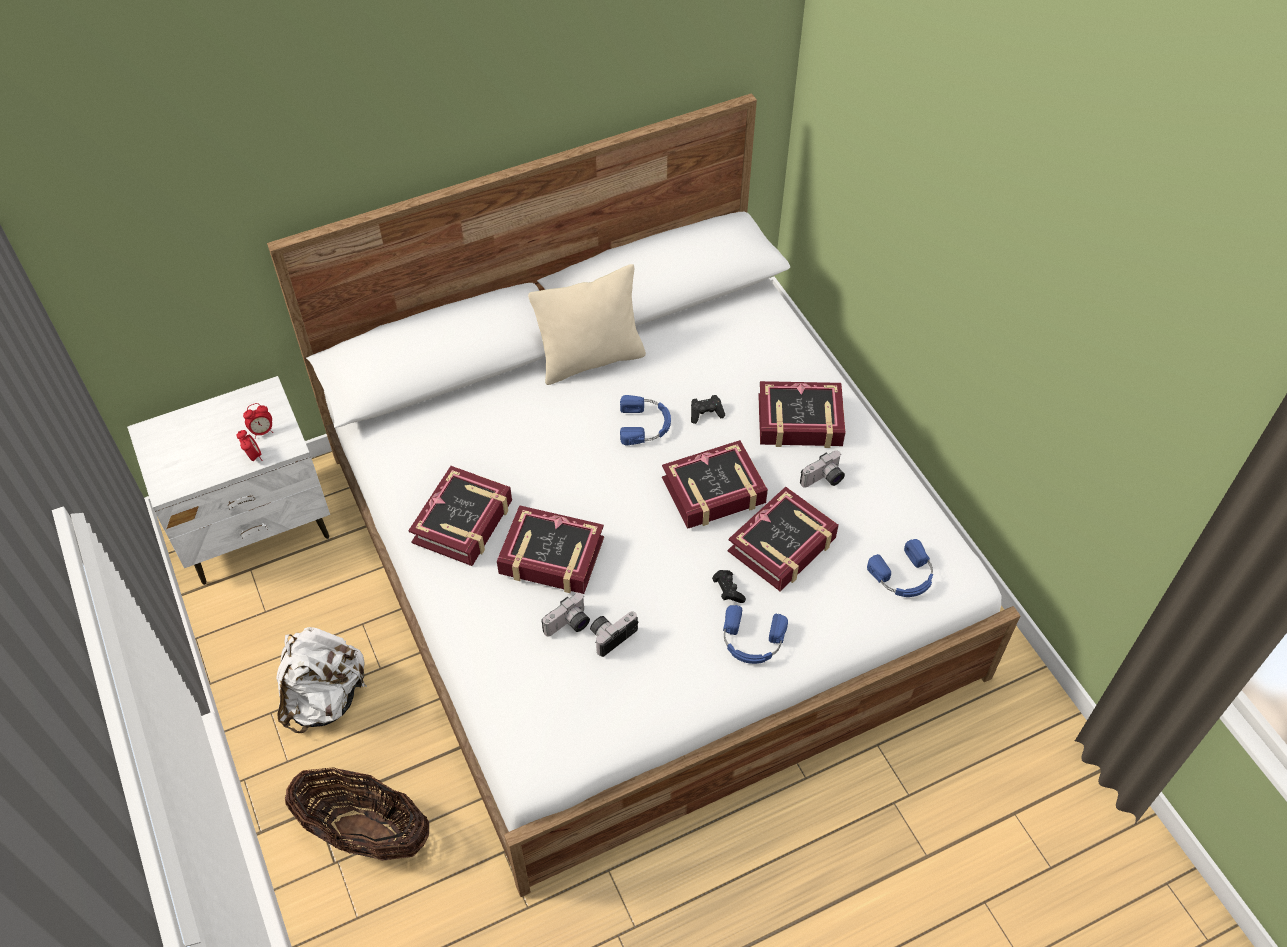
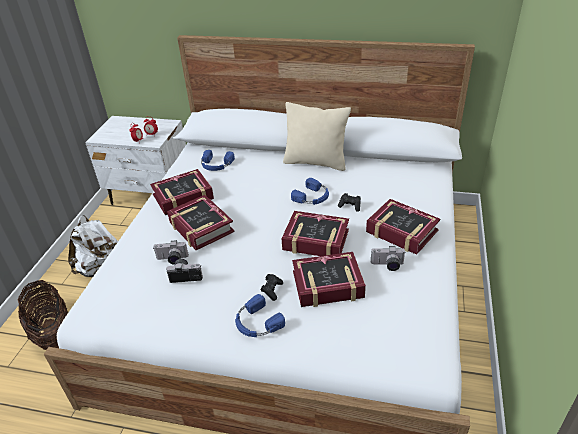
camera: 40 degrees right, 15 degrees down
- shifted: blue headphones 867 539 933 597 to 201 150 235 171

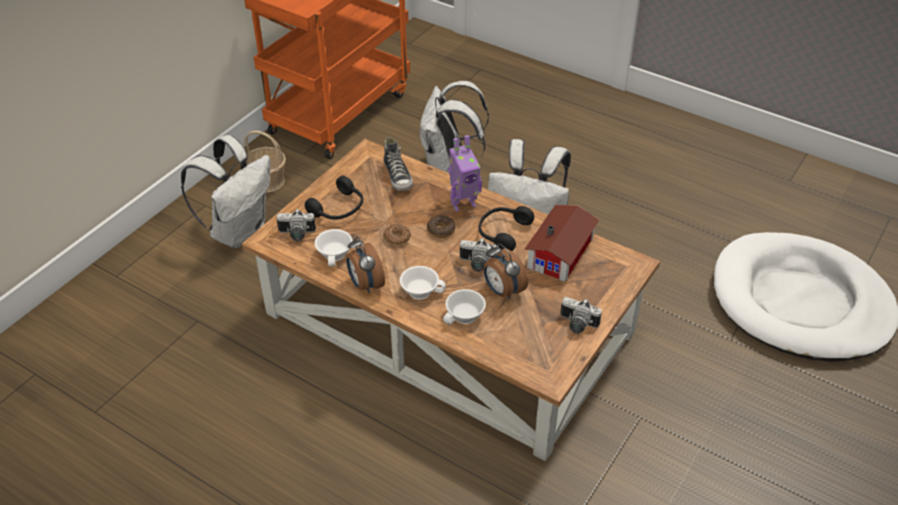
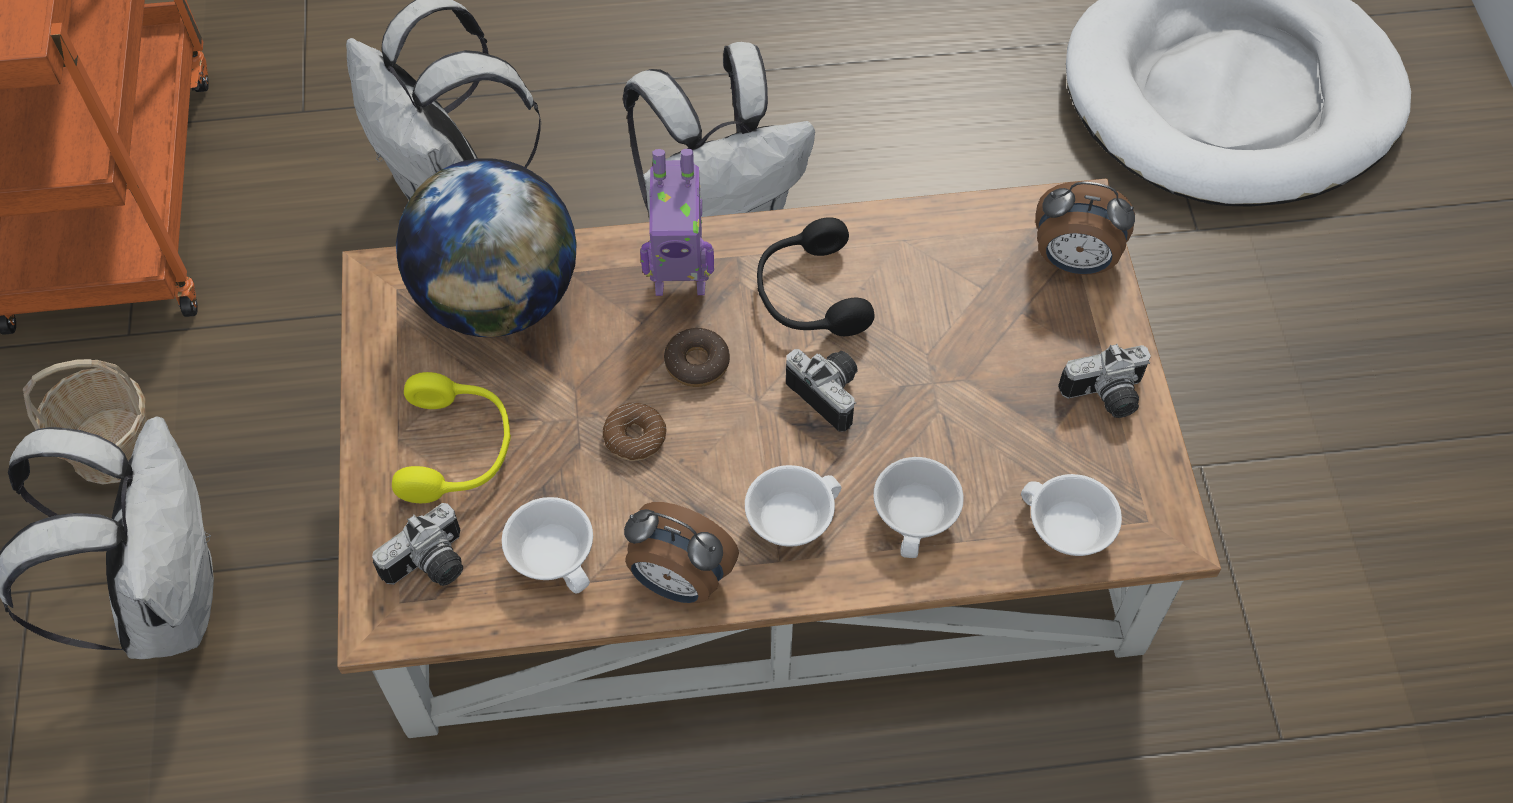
camera: 40 degrees left, 15 degrees up
- gone: toy house 525 205 599 282
- new: white cup 1021 474 1122 556
- shifted: alarm clock 484 243 528 300 to 1035 181 1135 275
- swapped: shoe 384 137 413 191 to globe 396 158 576 337
- repainted: black headphones 305 176 363 220 to yellow headphones 392 372 511 503
- rotated: toy robot 448 135 482 212 = 640 149 714 296 60 degrees clockwise
- rotated: photo camera 460 239 498 272 = 786 349 858 431 105 degrees counterclockwise

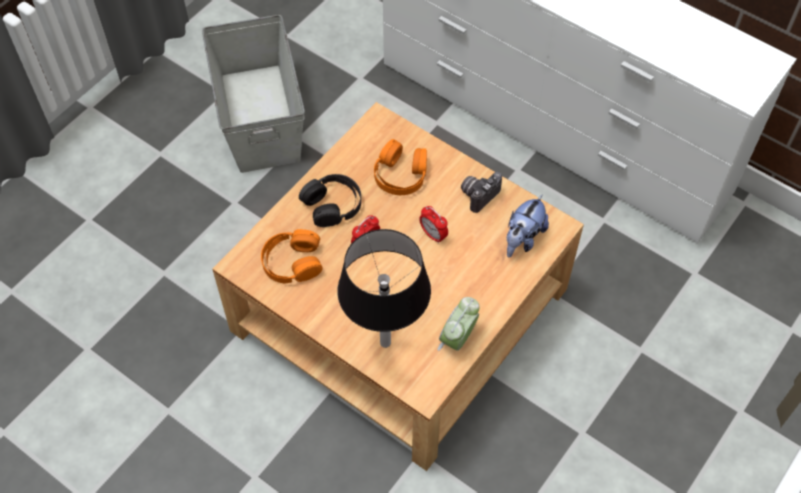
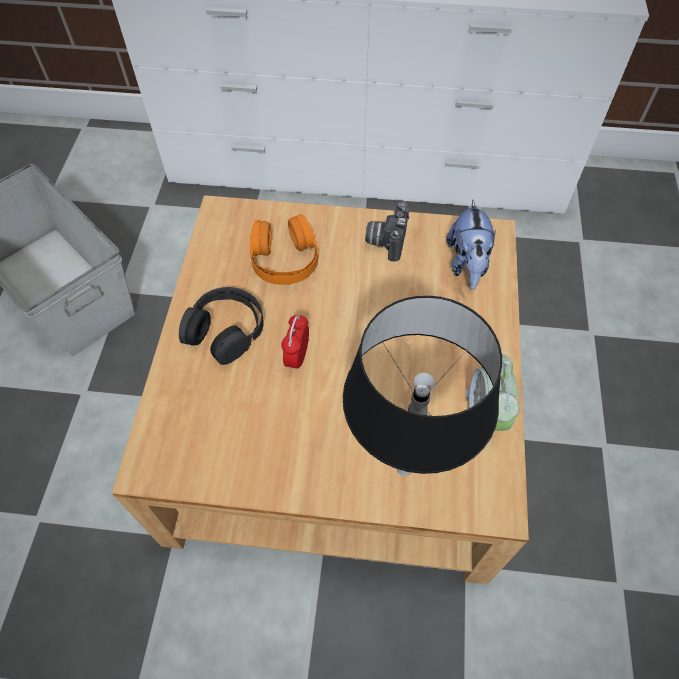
camera: 30 degrees left, 0 degrees up
- gone: orange headphones 261 229 323 283
- gone: alarm clock 419 206 448 244

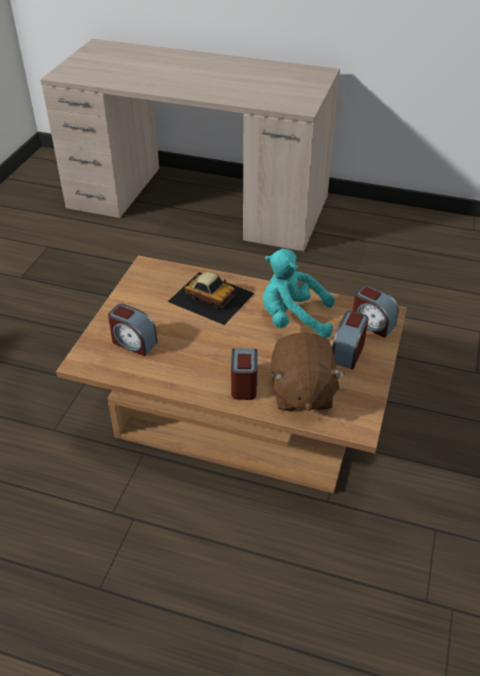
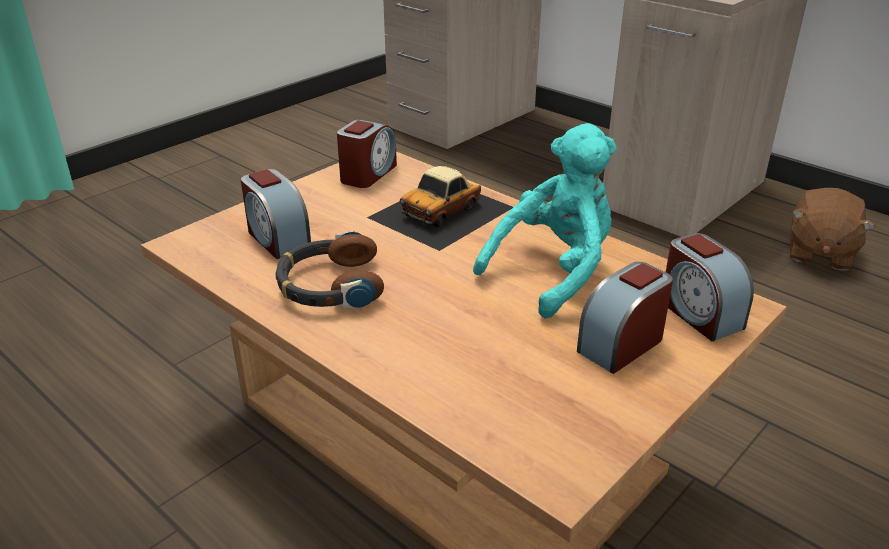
camera: 25 degrees right, 10 degrees down
- new: headphones 275 231 384 309
- shifted: alarm clock 231 348 258 400 to 337 120 397 188
- shifted: brown plush toy 271 332 345 411 to 790 188 875 271
- rotated: toy car 168 272 254 325 = 367 166 513 251 75 degrees clockwise
- rotated: turquoise plush toy 263 249 335 338 = 473 123 617 319 105 degrees clockwise

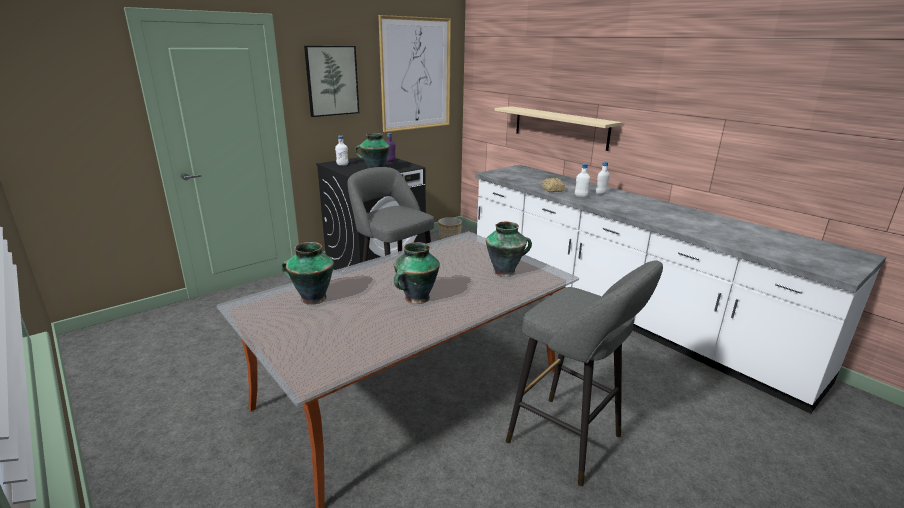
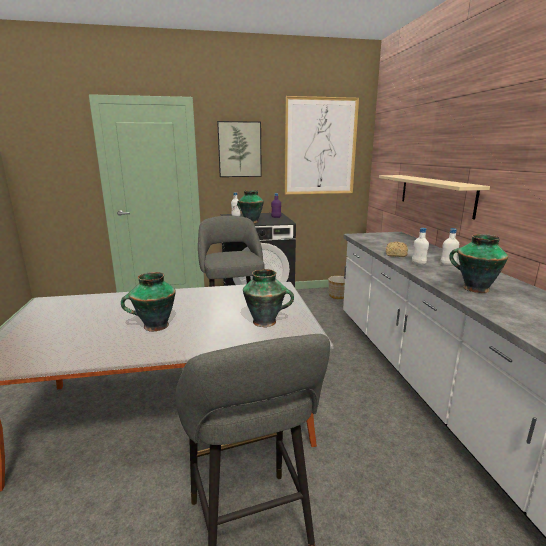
camera: 30 degrees right, 5 degrees down
- shifted: vase 282 242 334 304 to 449 234 508 293

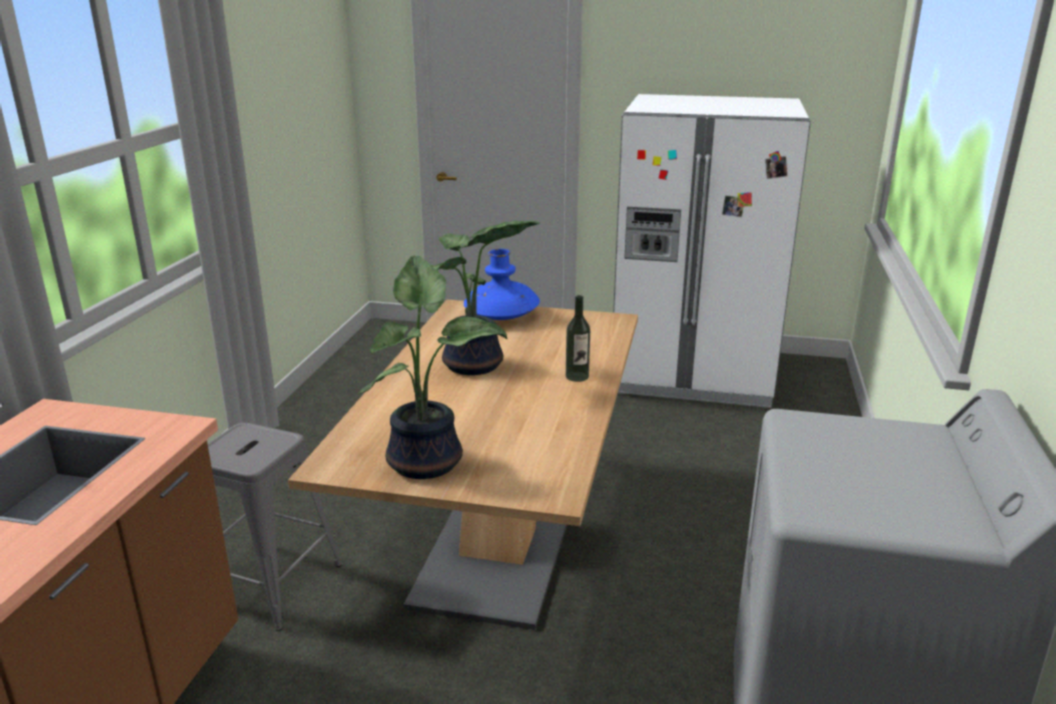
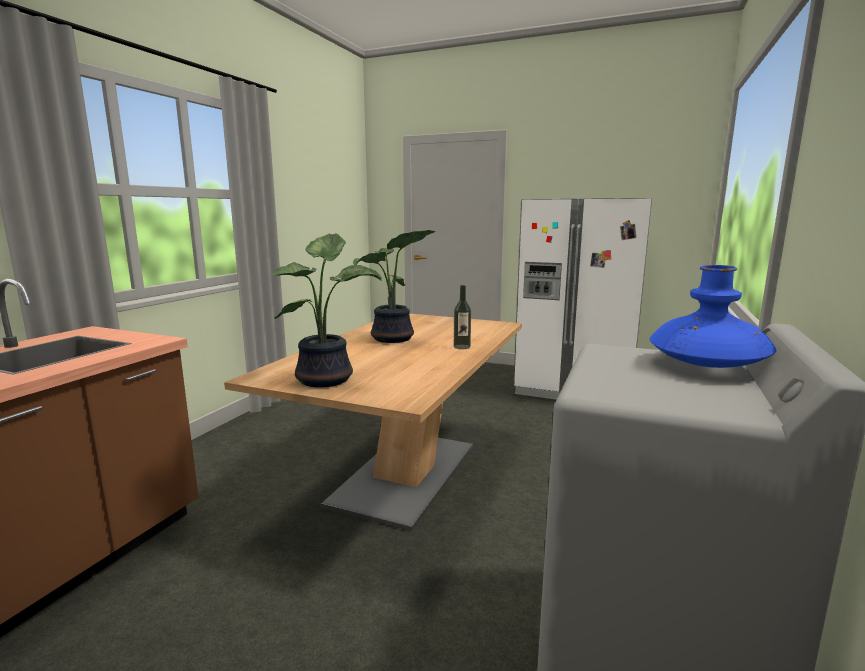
camera: 10 degrees right, 10 degrees down
- gone: grey stool 208 423 342 631
- shifted: blue vase 464 249 540 320 to 650 265 776 368

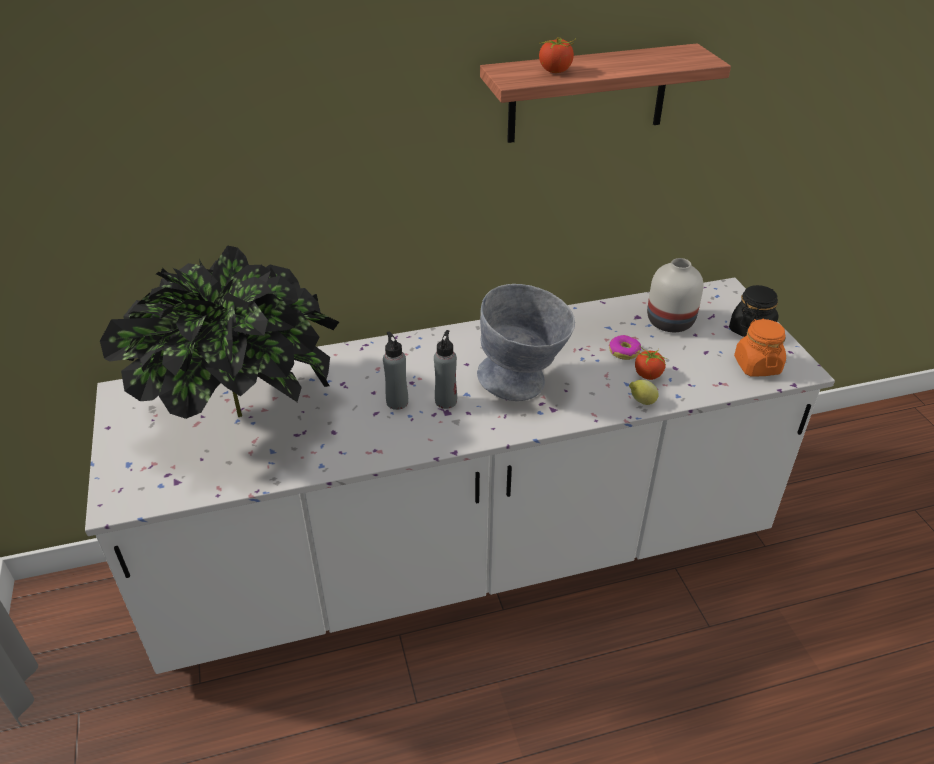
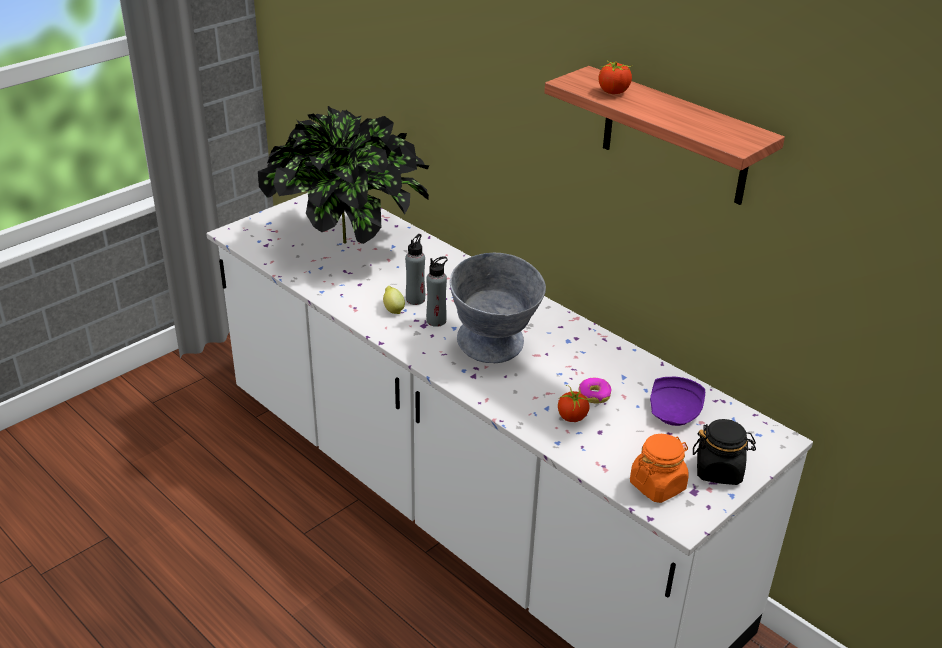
camera: 60 degrees right, 5 degrees down
- shifted: lemon 629 380 659 405 to 383 286 405 314
- swapped: white vase 647 258 703 332 to purple plate 650 377 705 426

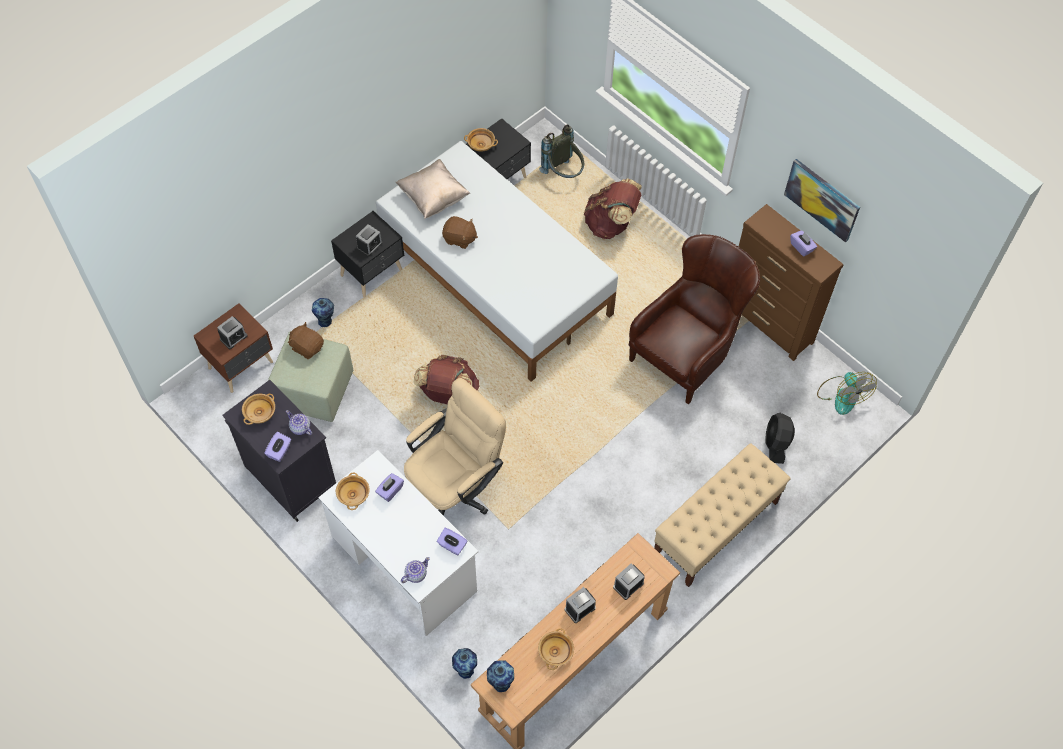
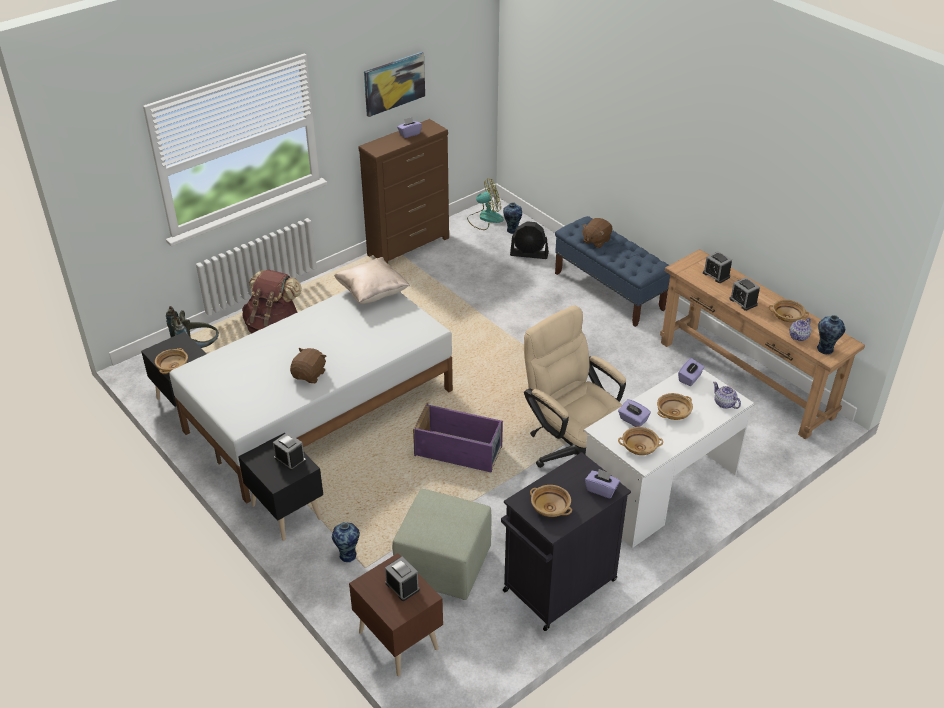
camera: 85 degrees left, 20 degrees down
- gone: brown armchair 628 234 760 404
- new: beige bowl 657 393 693 420
- shifted: teapot 286 410 312 435 to 789 318 811 341
- shifted: brown plush toy 288 322 324 359 to 582 218 612 248
- shifted: beige pillow 396 159 470 219 to 334 257 410 304
- shifted: vase 452 648 477 679 to 503 202 522 234
- swapped: brown backpack 414 355 479 404 to purple storage box 413 402 503 472
- repainted: beige bench 654 443 791 587 to blue bench 555 216 670 327

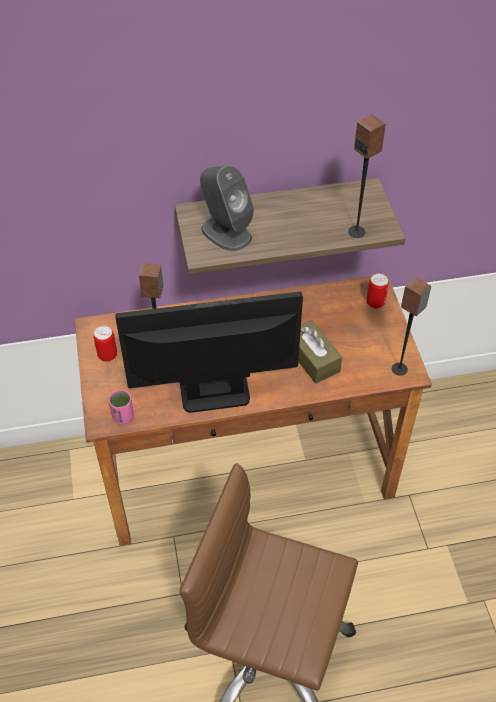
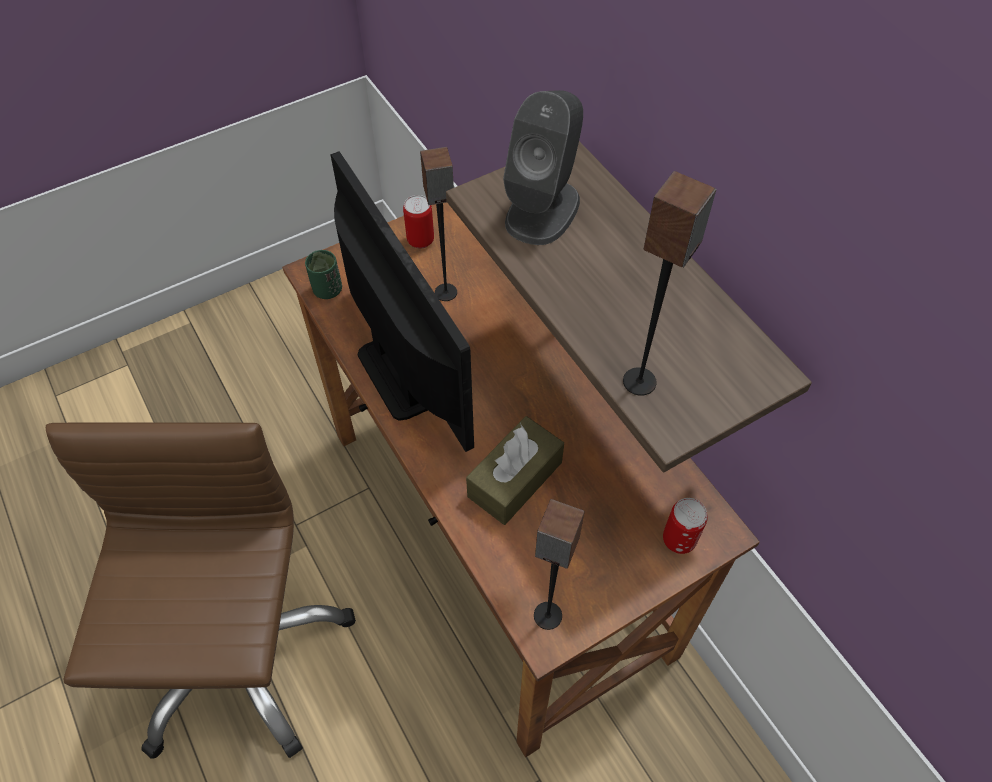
camera: 70 degrees right, 5 degrees up
- repainted: pink cup 109 390 134 424 to green cup 305 250 342 299

